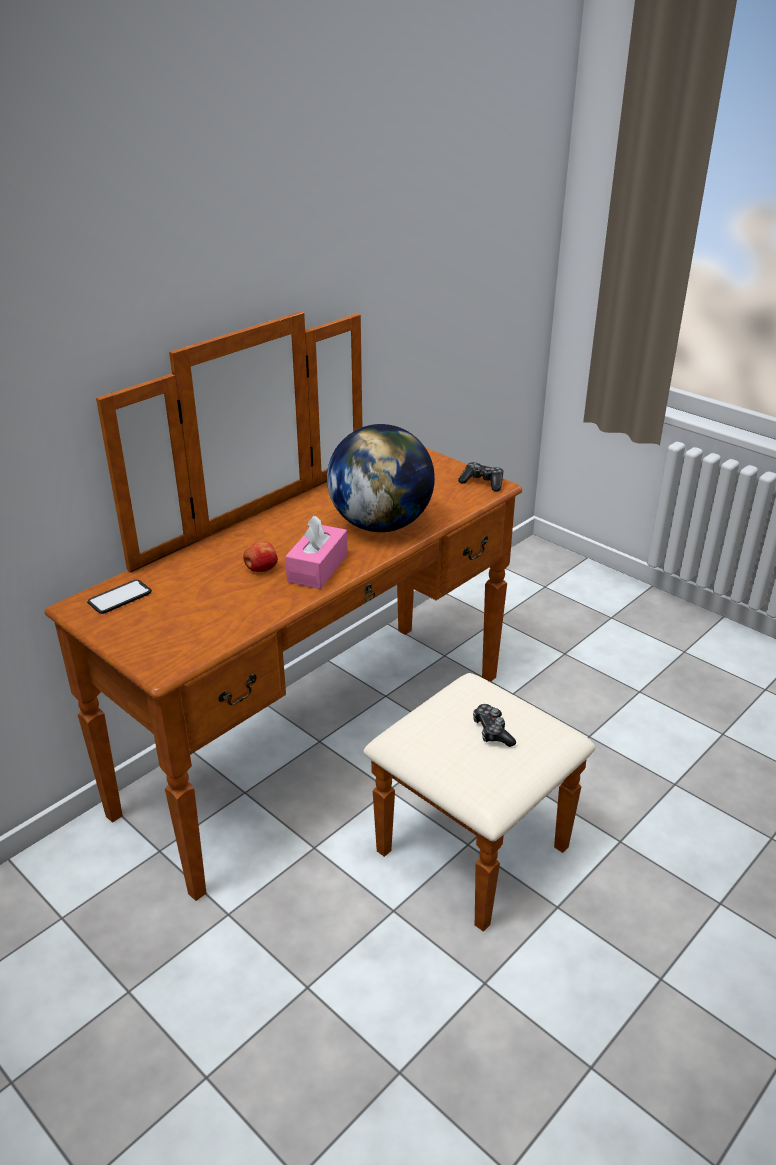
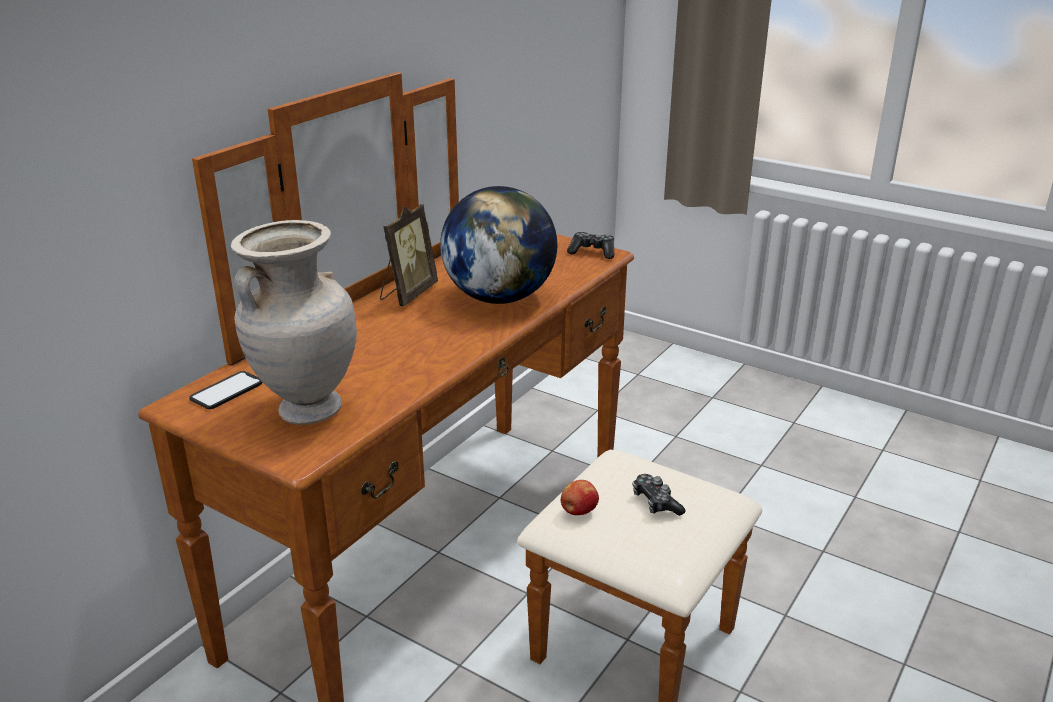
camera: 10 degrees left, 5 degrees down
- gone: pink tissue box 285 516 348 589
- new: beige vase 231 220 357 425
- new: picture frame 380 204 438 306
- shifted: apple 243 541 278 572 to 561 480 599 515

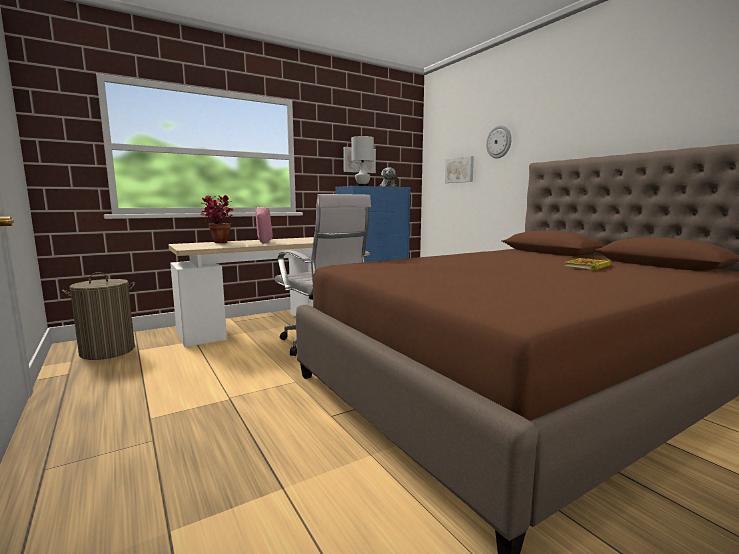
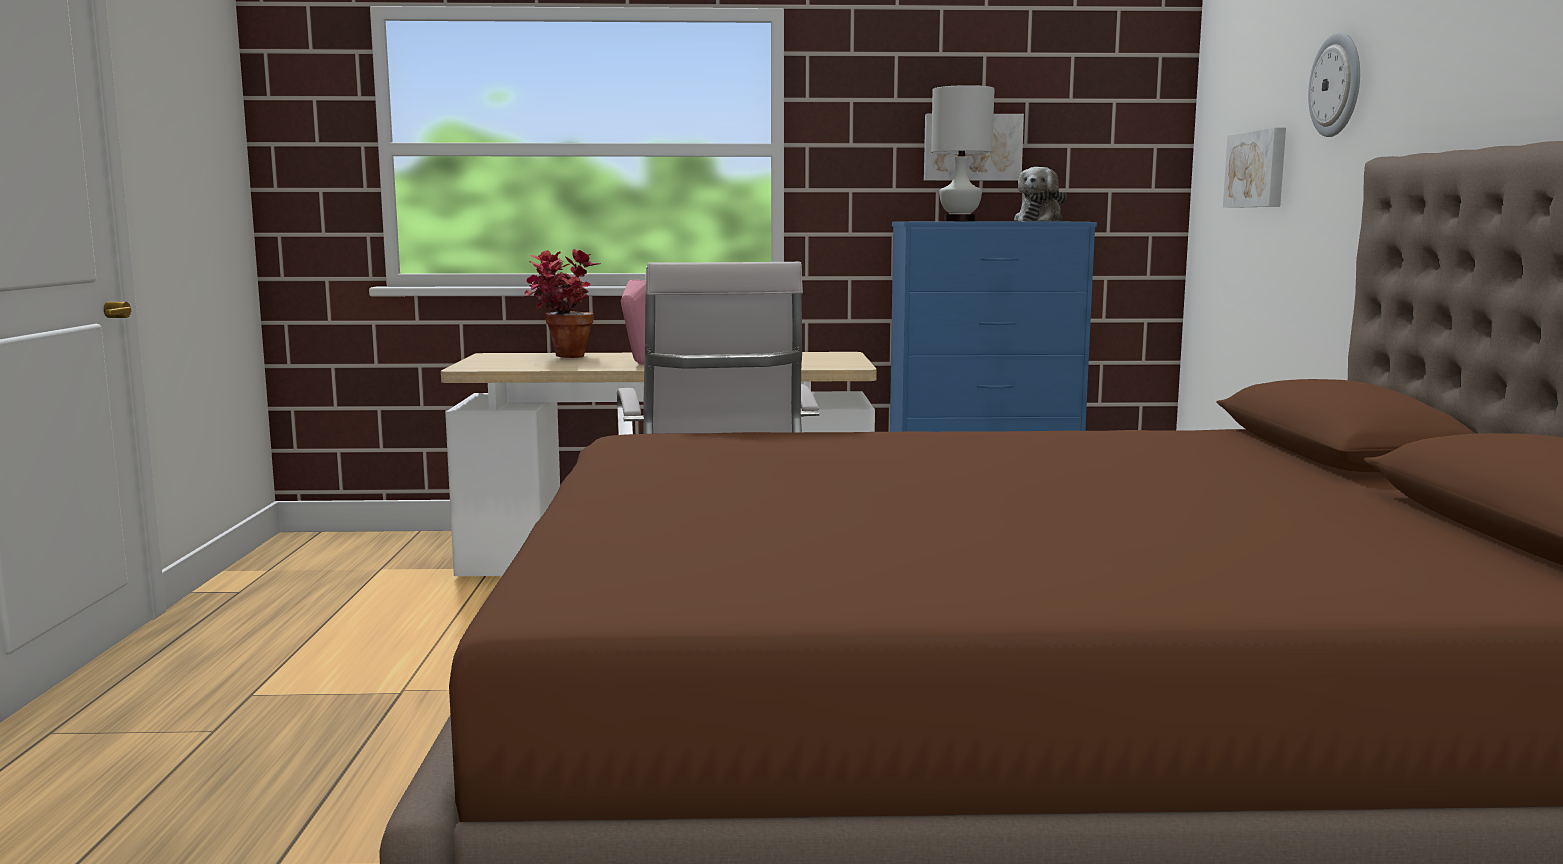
camera: 30 degrees right, 0 degrees up
- gone: laundry basket 62 272 135 360
- gone: book 564 258 612 270

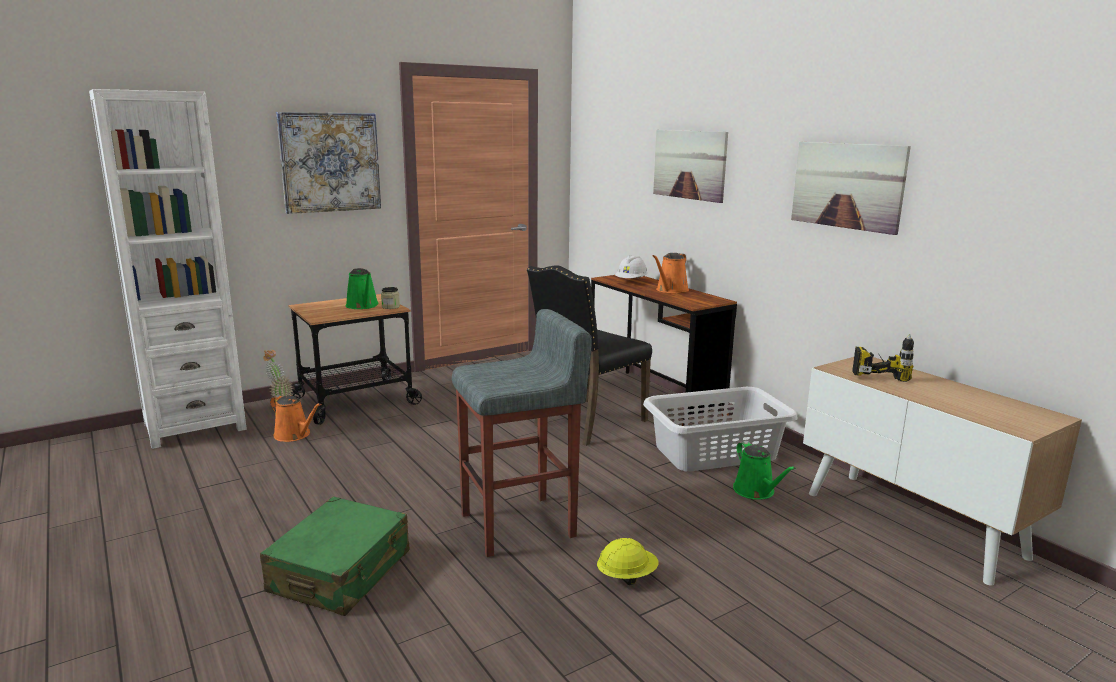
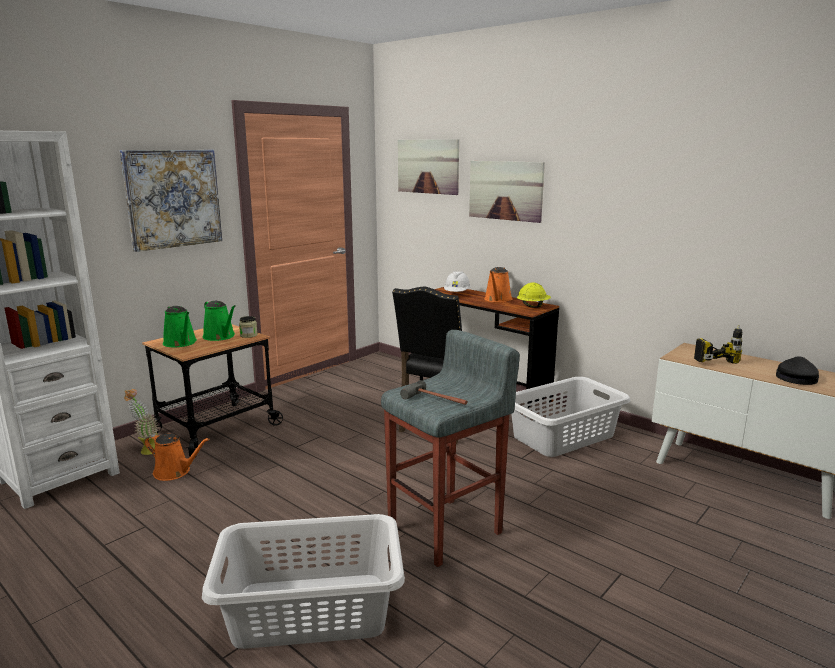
camera: 15 degrees left, 0 degrees up
- new: hammer 400 380 468 405
- new: black cap 776 356 819 385
- shifted: yellow hard hat 597 538 659 585 to 517 282 551 308
- shifted: green watering can 733 441 796 500 to 163 305 197 347
- shifted: picture 791 142 911 235 to 398 139 459 195
- swapped: green suitcase 260 497 409 616 to grey laundry basket 202 514 405 649

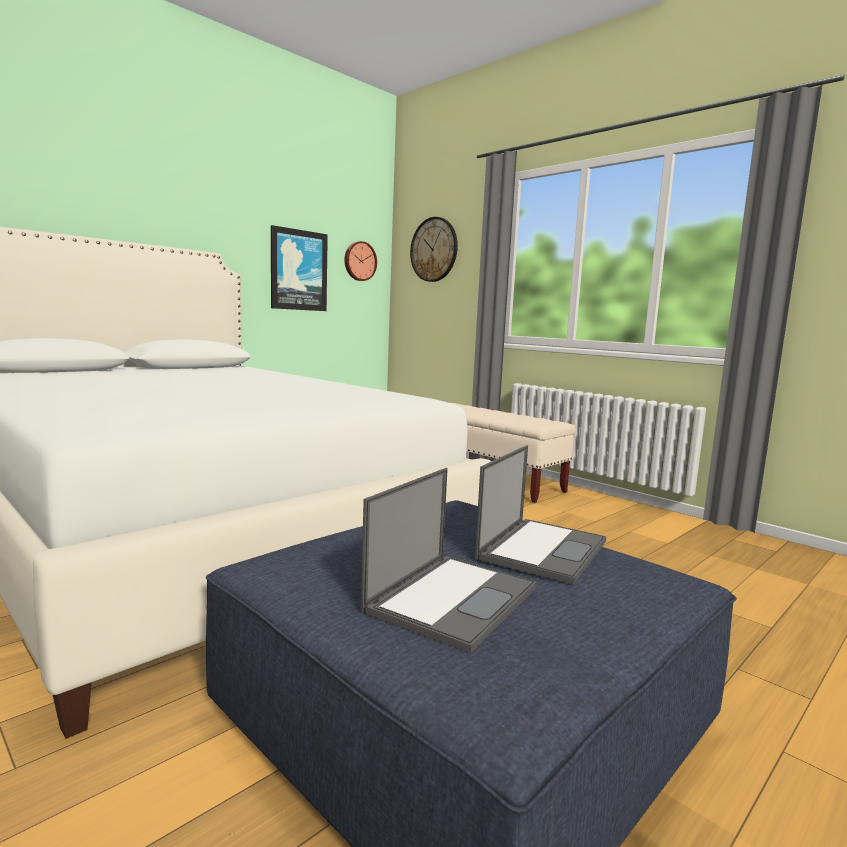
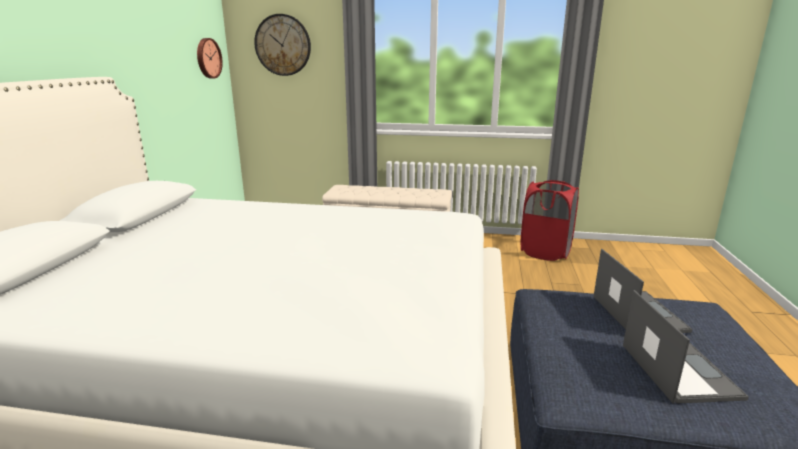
camera: 35 degrees left, 10 degrees up
- gone: picture 271 225 328 311
- new: red laundry basket 521 180 579 261

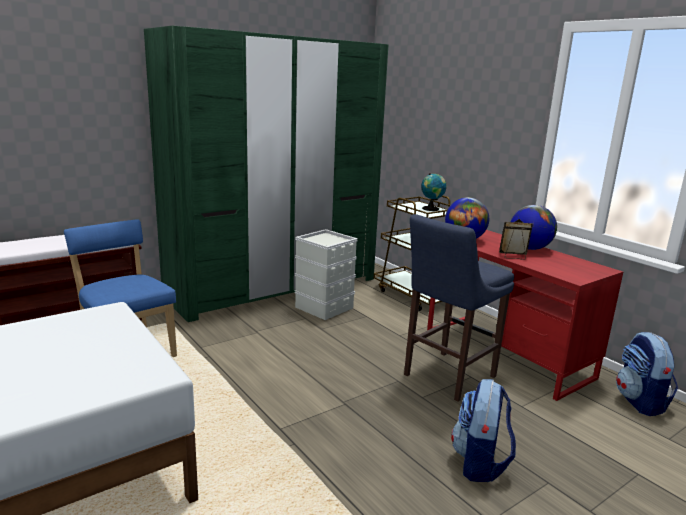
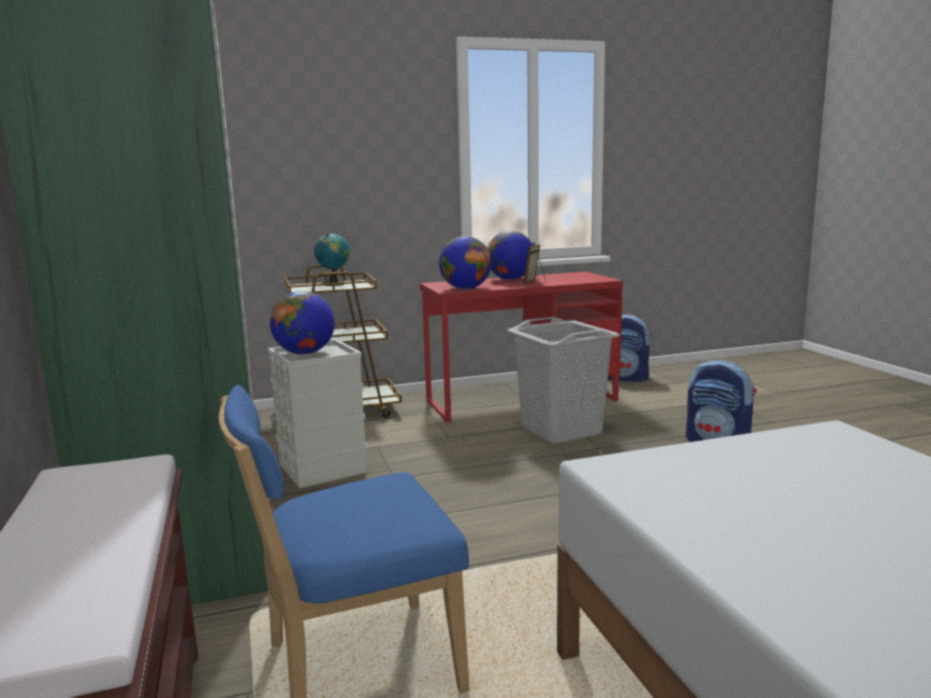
camera: 70 degrees left, 5 degrees down
- new: globe 270 291 335 354
- swapped: blue stool 404 214 514 402 to grey laundry basket 507 317 619 444

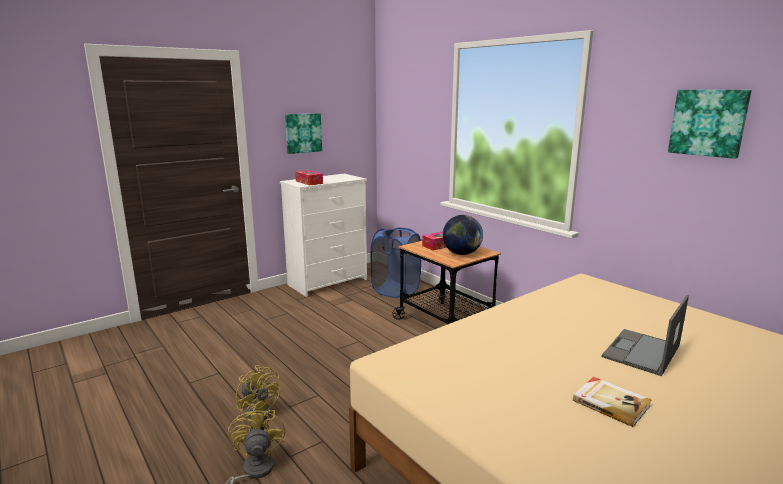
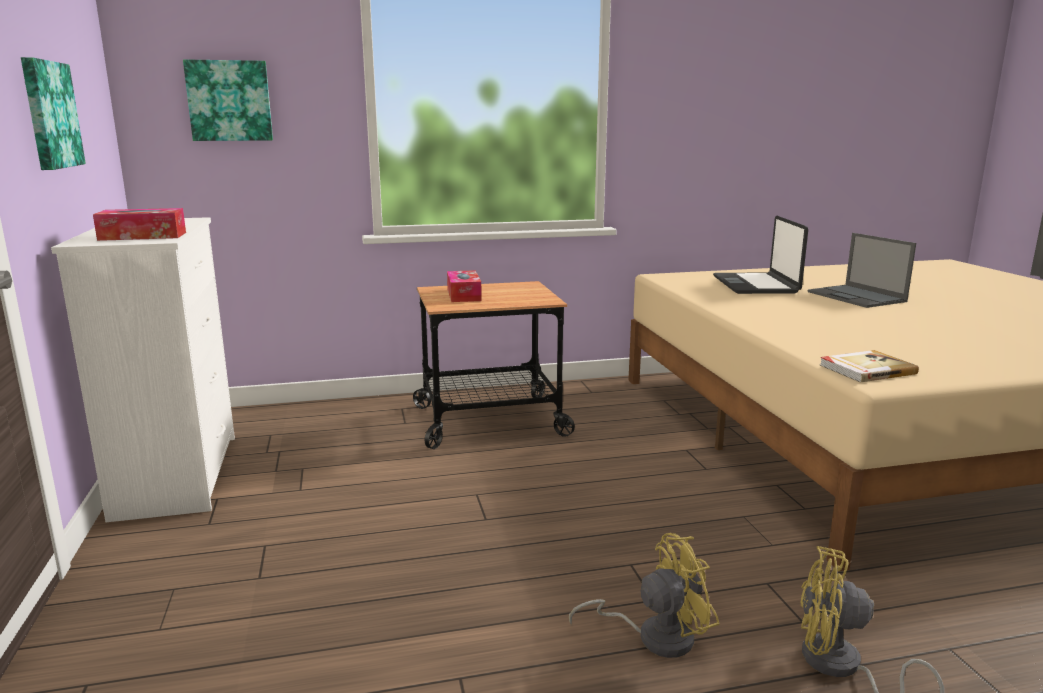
camera: 65 degrees left, 0 degrees up
- gone: blue laundry basket 371 227 421 298
- gone: globe 442 215 483 255
- new: laptop 713 215 808 294
- shifted: book 573 377 651 427 to 819 350 919 383
- shifted: picture 668 90 752 159 to 183 59 273 141

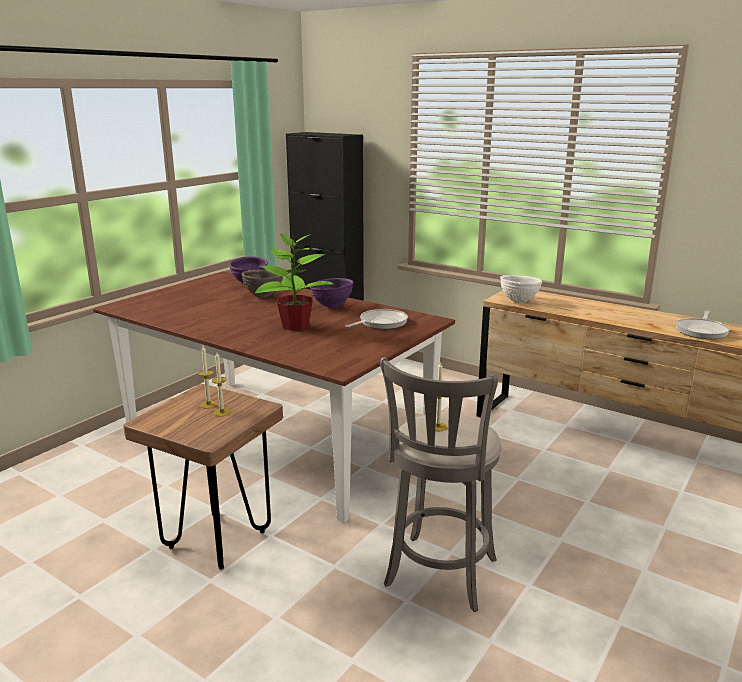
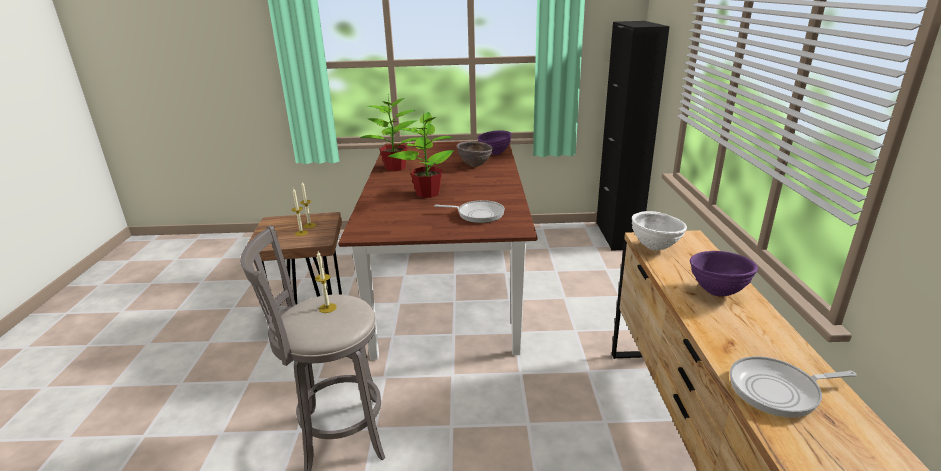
camera: 55 degrees right, 5 degrees up
- new: potted plant 360 95 418 172
- shifted: purple bowl 310 278 354 308 to 690 251 758 297

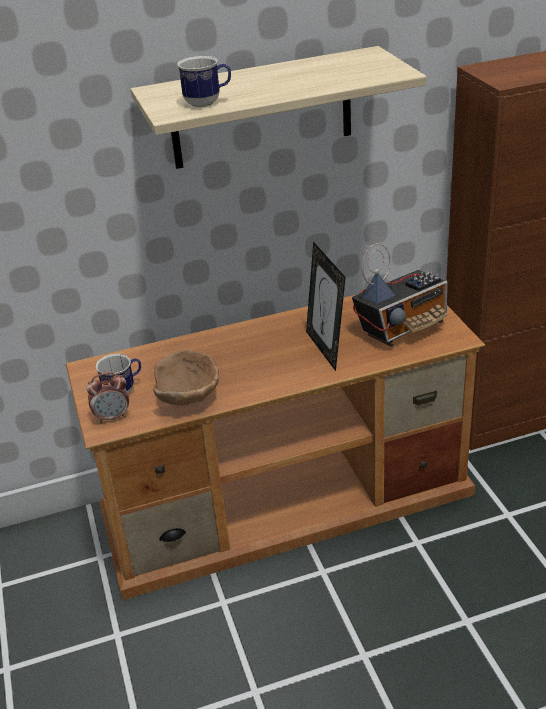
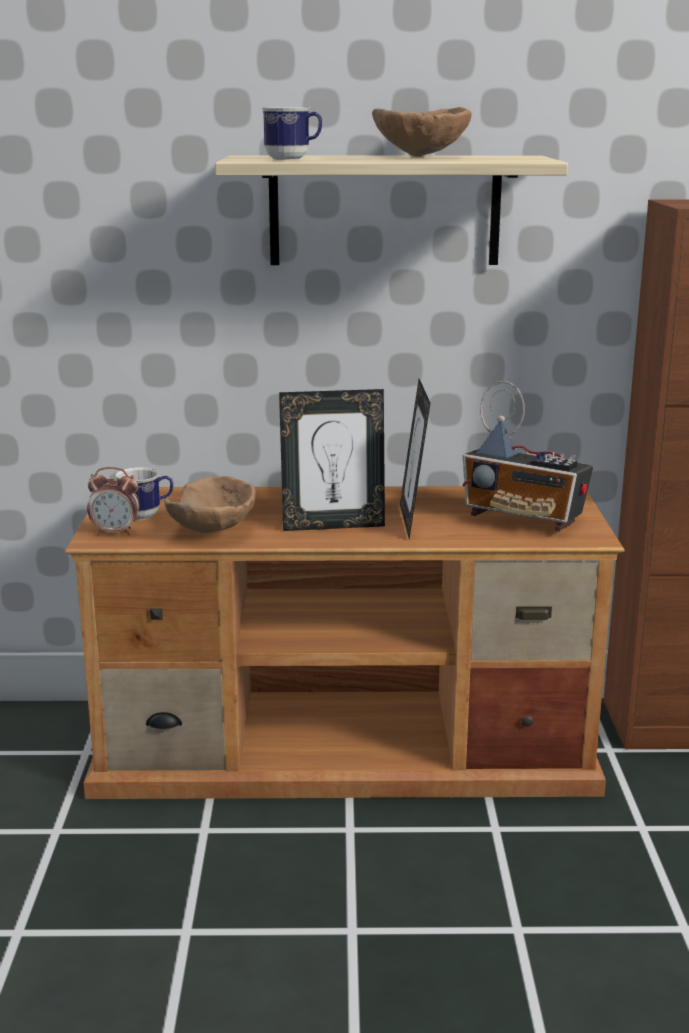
camera: 15 degrees right, 15 degrees down
- new: picture frame 279 389 385 531
- new: brown bowl 372 107 472 157
- rotated: radio 352 243 447 347 = 462 381 593 531 45 degrees clockwise

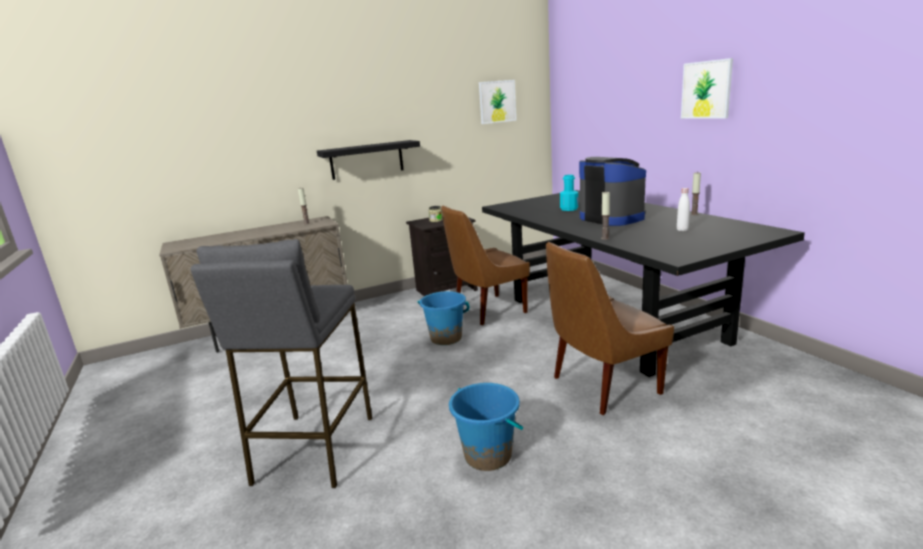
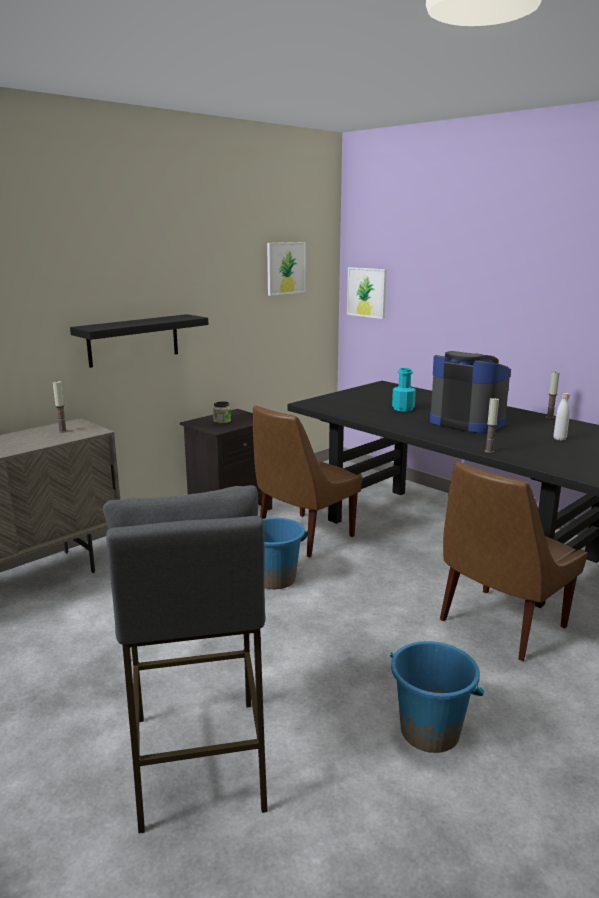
camera: 20 degrees left, 0 degrees up
- shifted: picture 681 58 733 119 to 347 267 387 319

